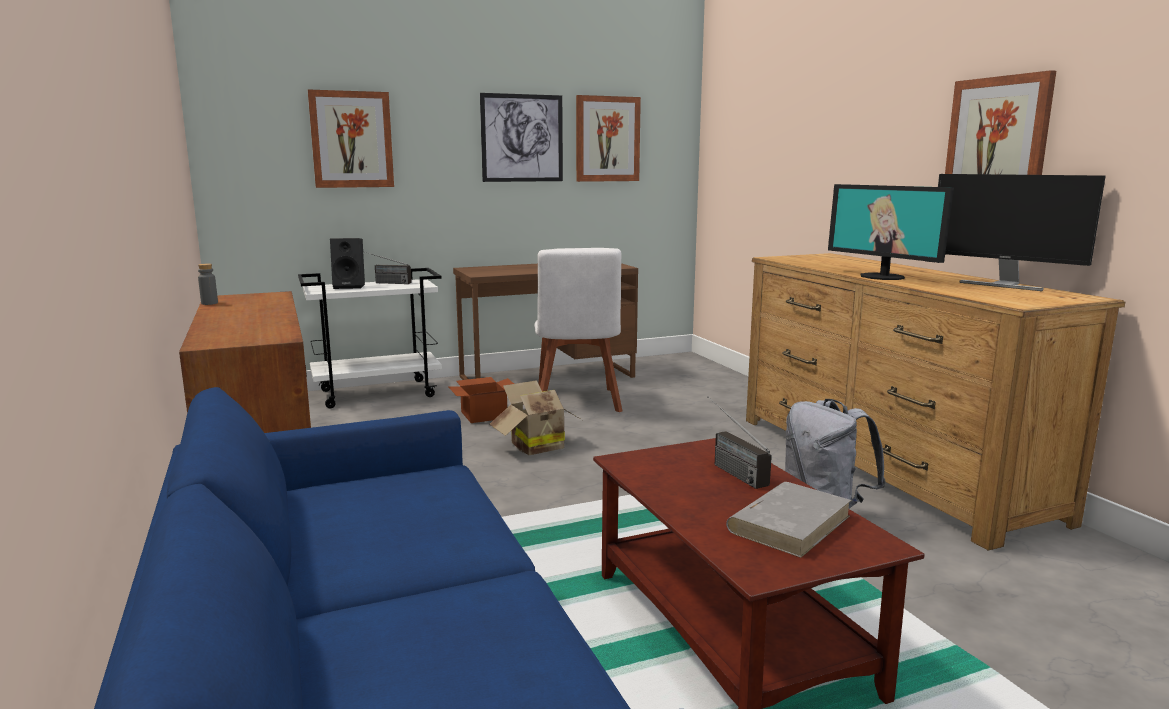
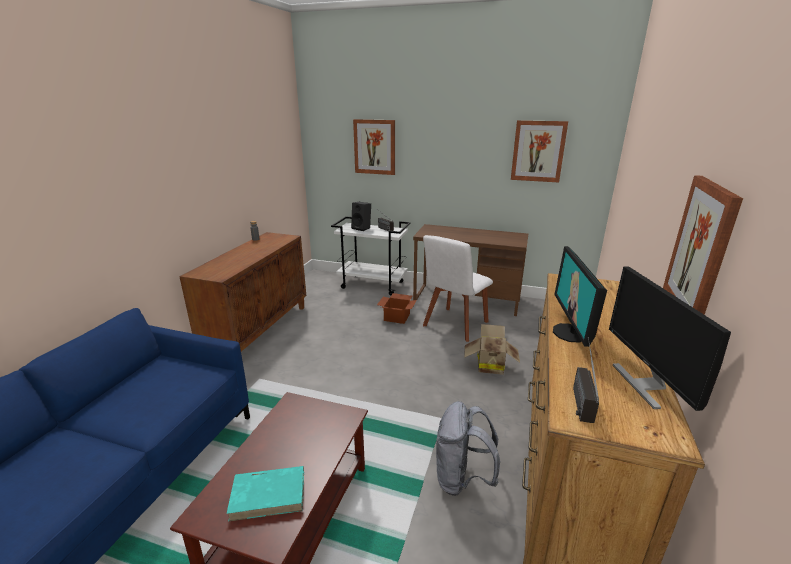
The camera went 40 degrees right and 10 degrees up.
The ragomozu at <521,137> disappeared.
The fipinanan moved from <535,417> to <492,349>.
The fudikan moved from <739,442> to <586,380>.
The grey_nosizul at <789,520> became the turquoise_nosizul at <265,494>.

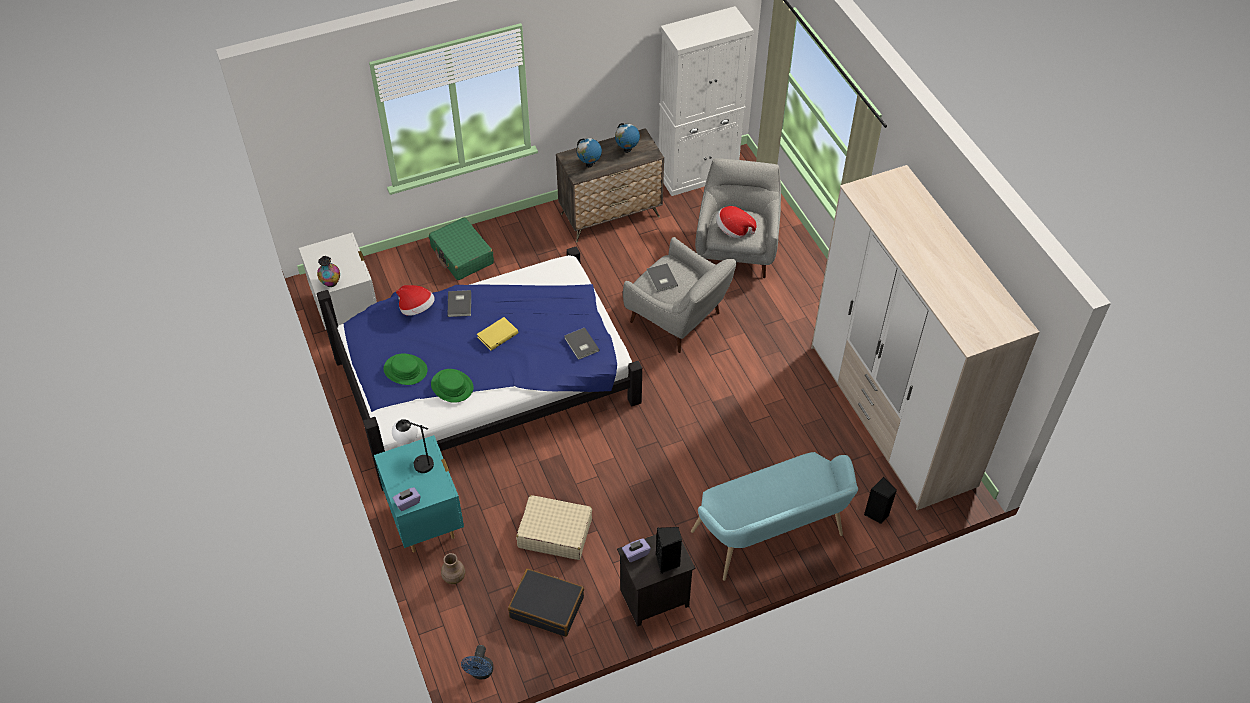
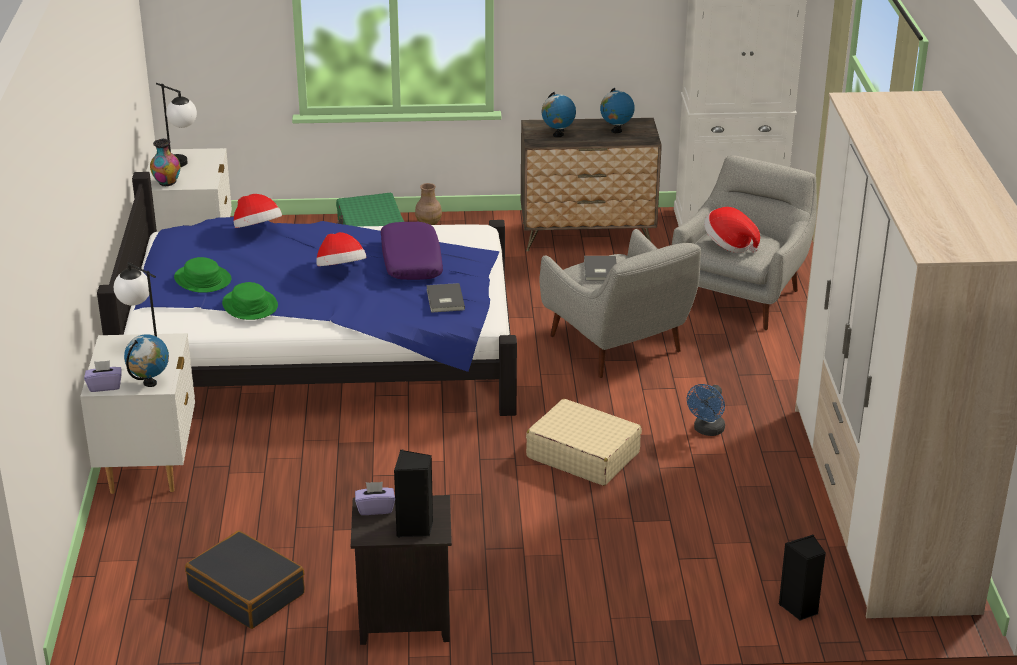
The camera went 20 degrees right and 20 degrees down.
The grey_nosizul at <459,303> disappeared.
The yellow_nosizul at <497,334> was replaced by the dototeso at <341,249>.
The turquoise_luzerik at <419,494> became the white_luzerik at <137,413>.
The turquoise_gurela at <774,516> disappeared.
The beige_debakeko moved from <554,527> to <584,442>.
The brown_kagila moved from <453,568> to <428,204>.
The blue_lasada moved from <477,662> to <706,410>.
The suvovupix at <176,125> appeared.
The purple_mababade at <412,251> appeared.
The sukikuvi at <146,360> appeared.

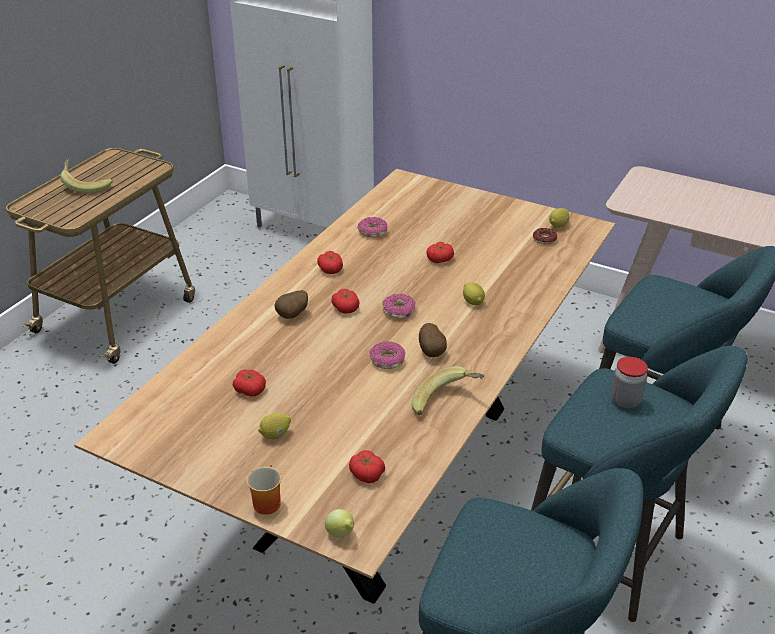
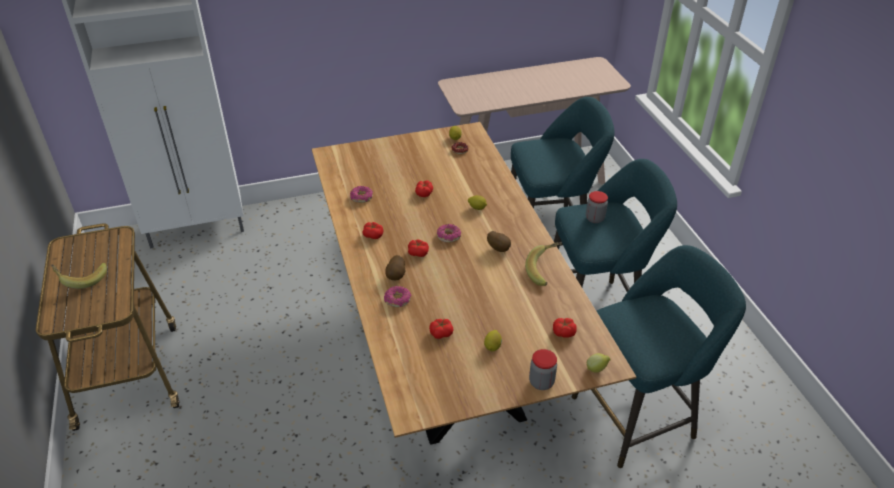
The camera went 45 degrees left and 5 degrees up.
The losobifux moved from <387,355> to <397,297>.
The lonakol at <264,489> was replaced by the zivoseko at <543,369>.

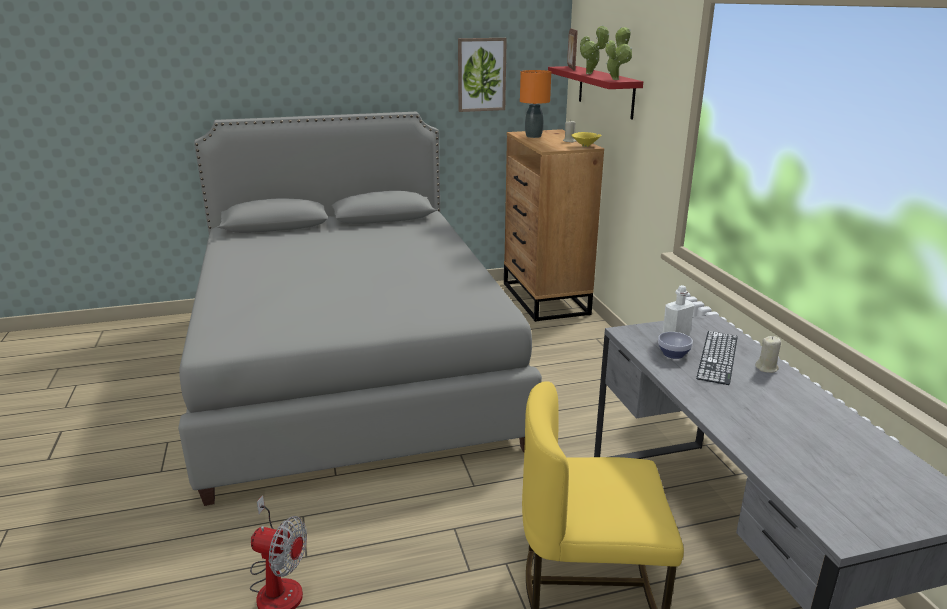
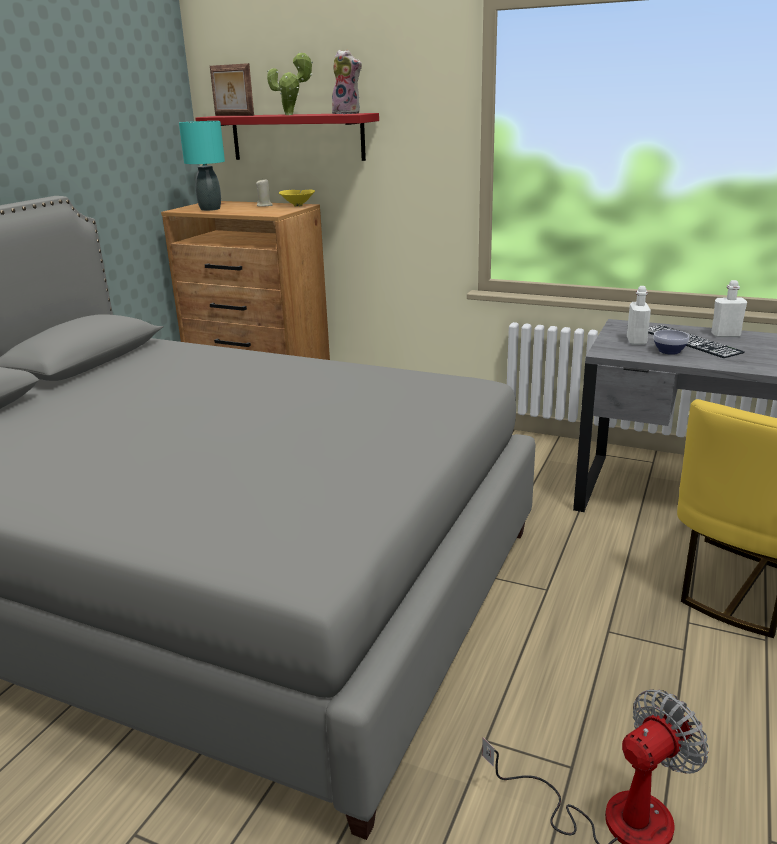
The camera went 50 degrees left and 0 degrees up.
The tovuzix at <618,53> was replaced by the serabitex at <347,82>.
The ragomozu at <482,75> disappeared.
The orange_suvovupix at <535,104> became the turquoise_suvovupix at <202,166>.
The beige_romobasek at <768,354> was replaced by the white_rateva at <729,308>.

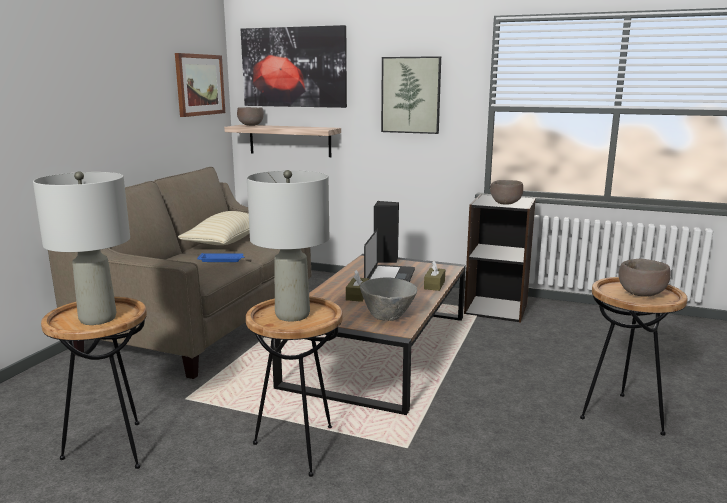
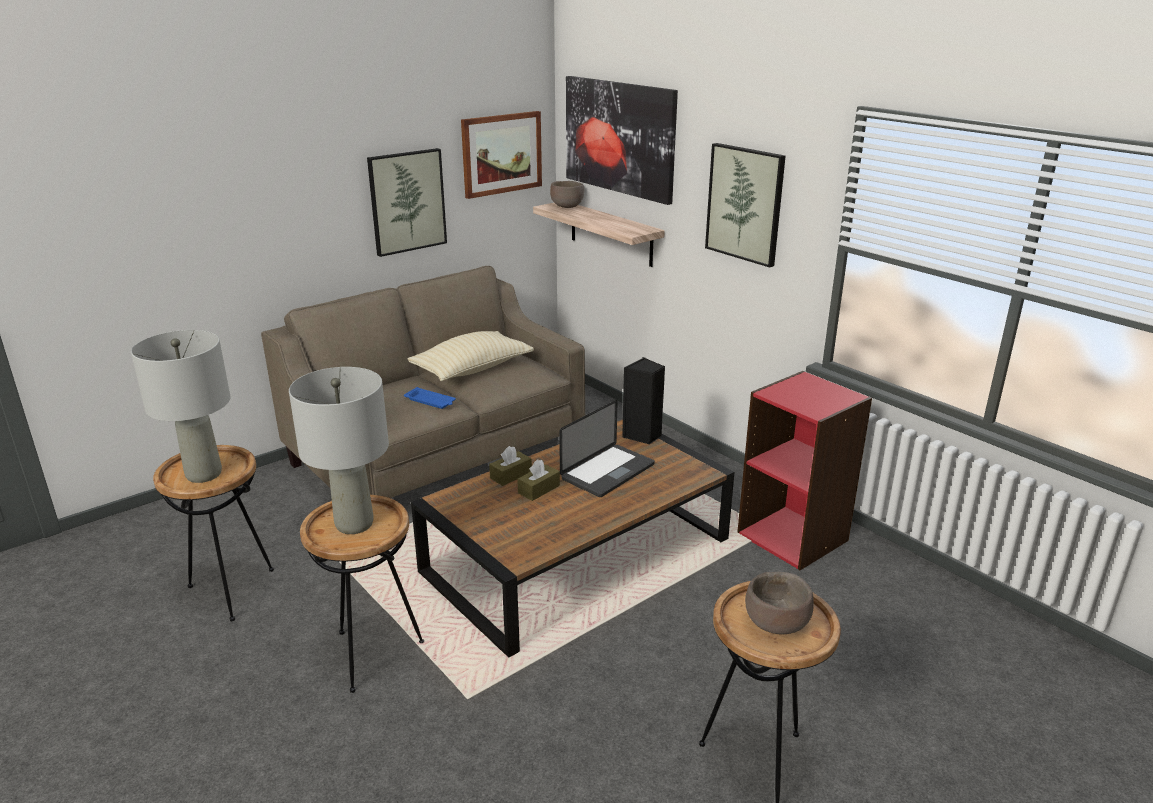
The camera went 30 degrees right and 10 degrees up.
The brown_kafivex at <506,192> disappeared.
The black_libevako at <500,258> became the red_libevako at <804,470>.
The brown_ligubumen moved from <434,276> to <510,466>.
The grey_kafivex at <388,299> disappeared.
The ragomozu at <407,202> appeared.

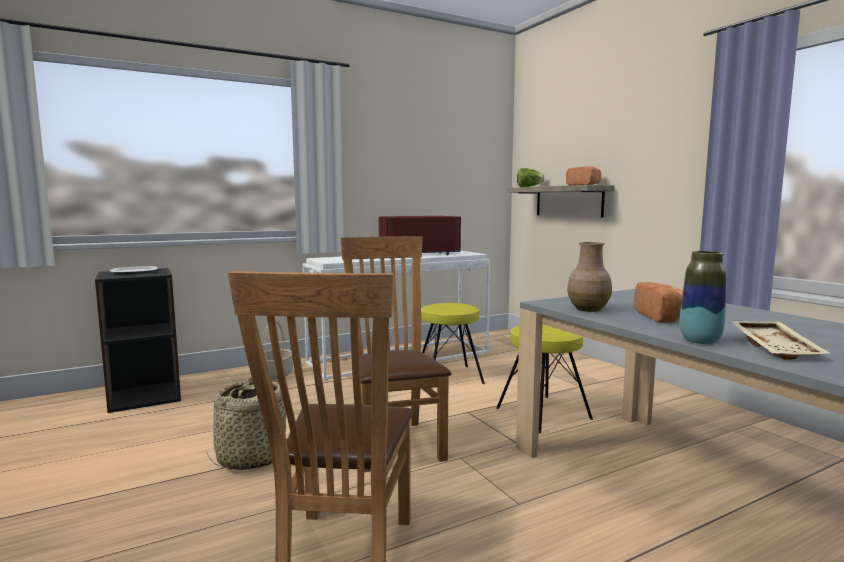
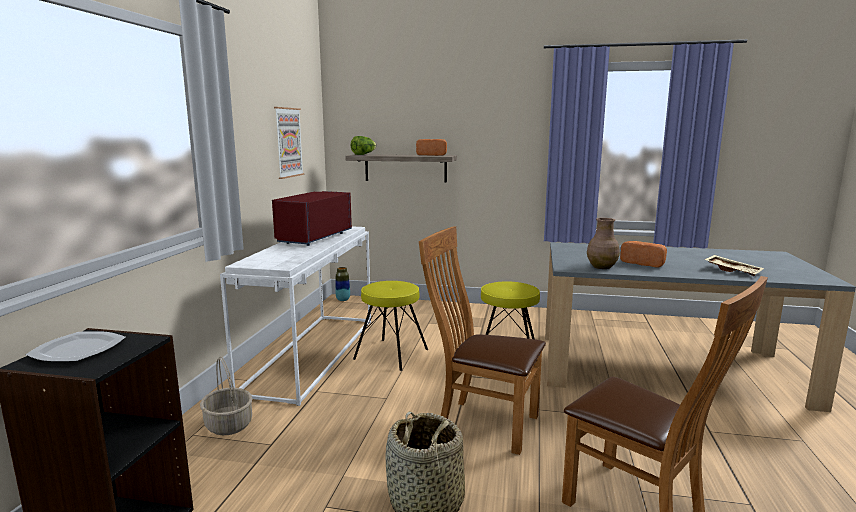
The camera went 50 degrees left and 5 degrees up.
The kagila moved from <702,297> to <342,284>.
The ragomozu at <289,143> appeared.

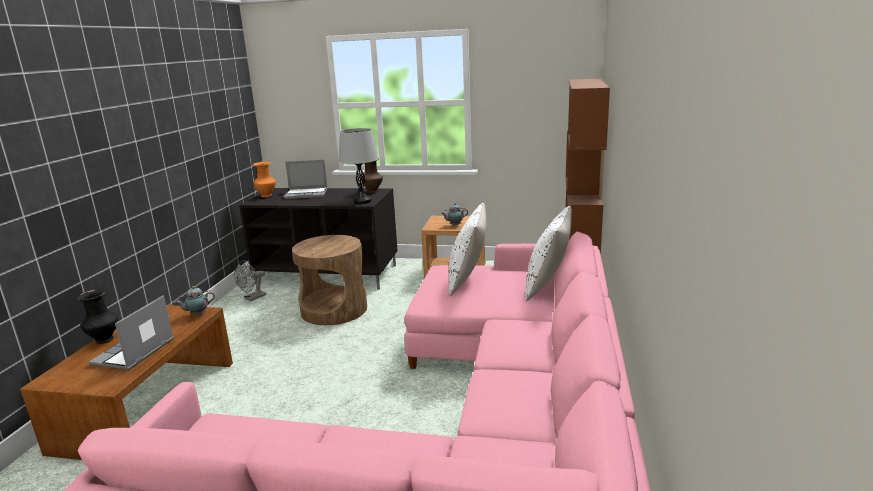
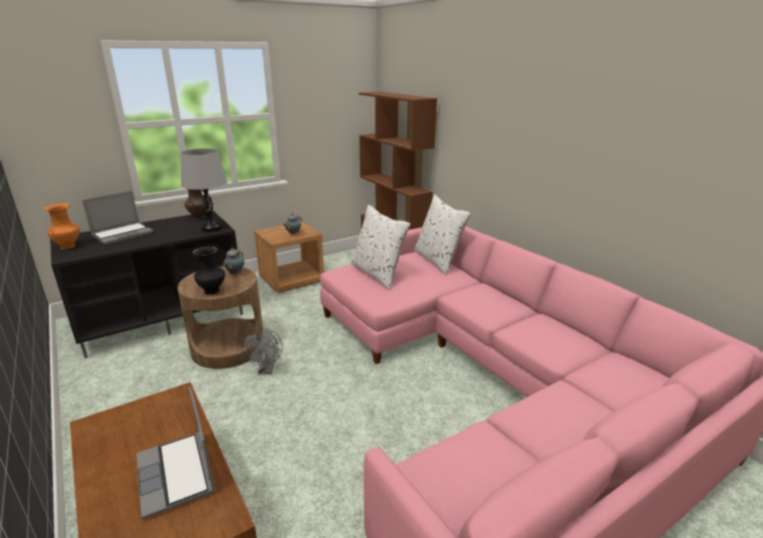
The camera went 45 degrees left and 5 degrees up.
The grey_lasada moved from <250,280> to <262,351>.
The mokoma moved from <194,301> to <233,261>.
The black_kagila moved from <97,316> to <209,270>.

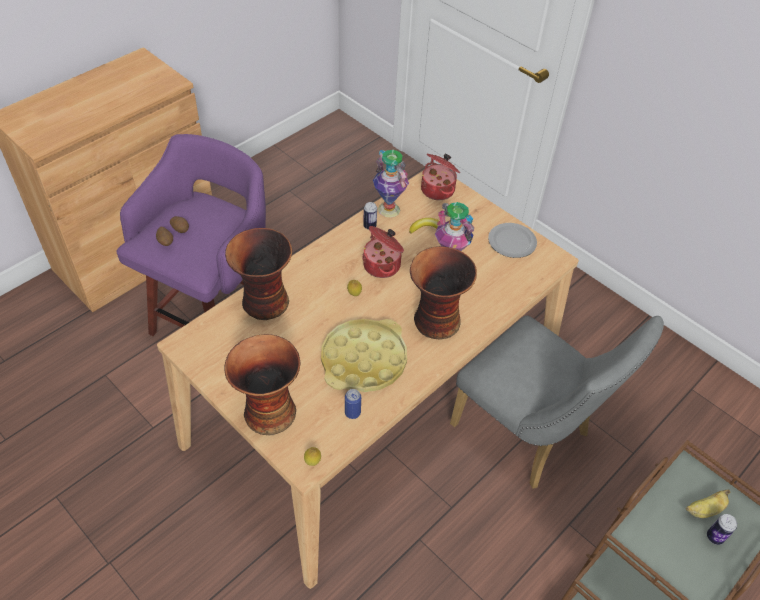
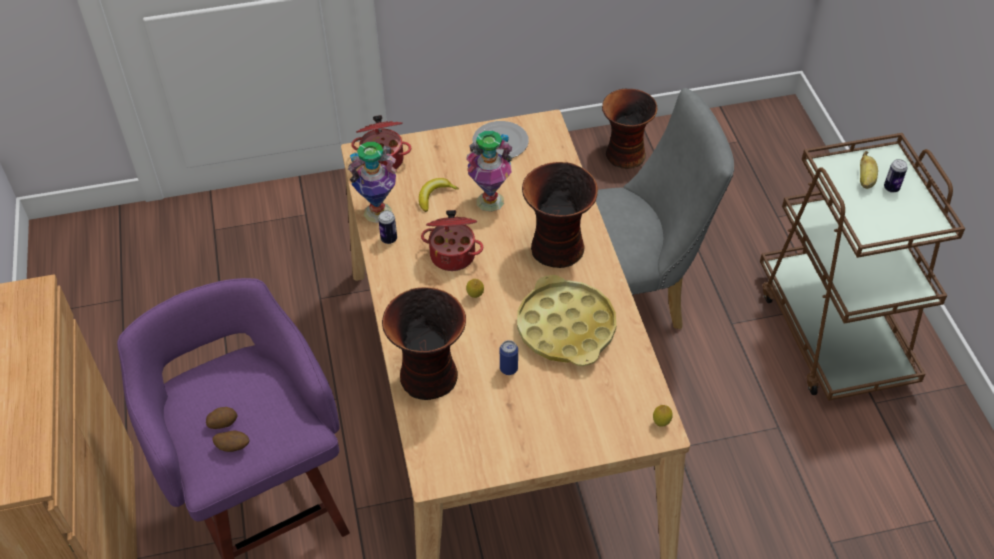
The camera went 55 degrees left and 0 degrees up.
The kagila moved from <262,384> to <629,129>.
The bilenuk moved from <353,404> to <509,357>.

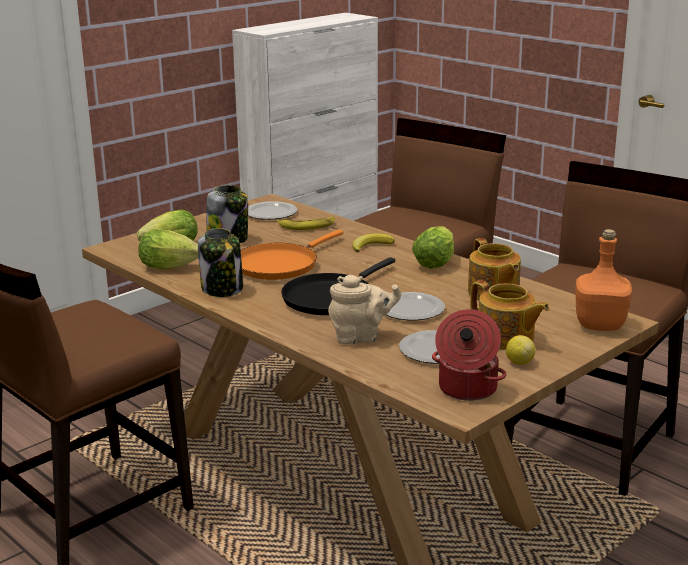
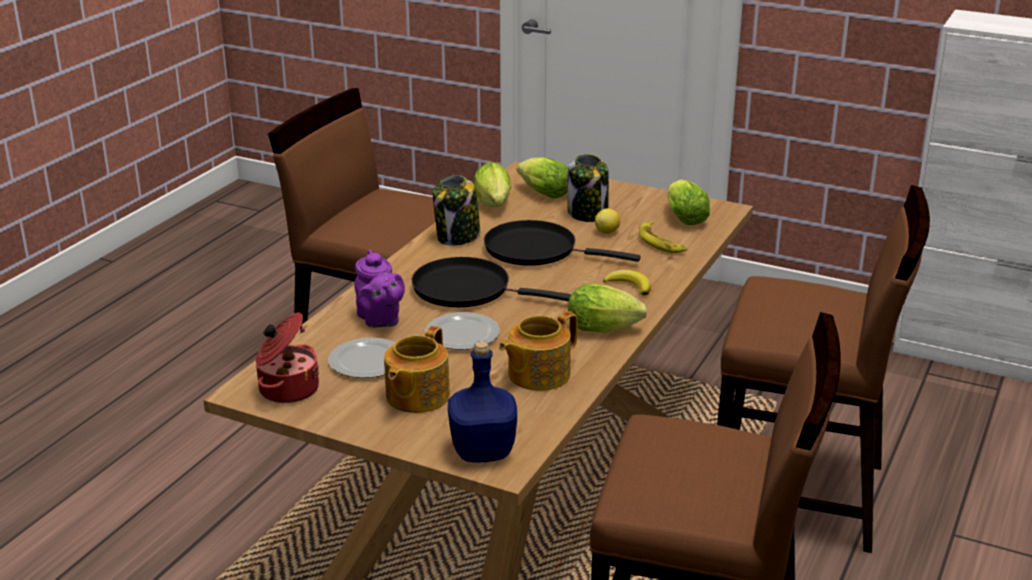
The camera went 70 degrees right and 5 degrees up.
The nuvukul at <272,210> was replaced by the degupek at <688,202>.
The orange_rateva at <604,280> became the blue_rateva at <482,401>.
The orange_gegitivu at <292,255> became the black_gegitivu at <562,243>.
The beige_mokoma at <364,310> became the purple_mokoma at <379,289>.
The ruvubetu moved from <520,350> to <607,221>.

